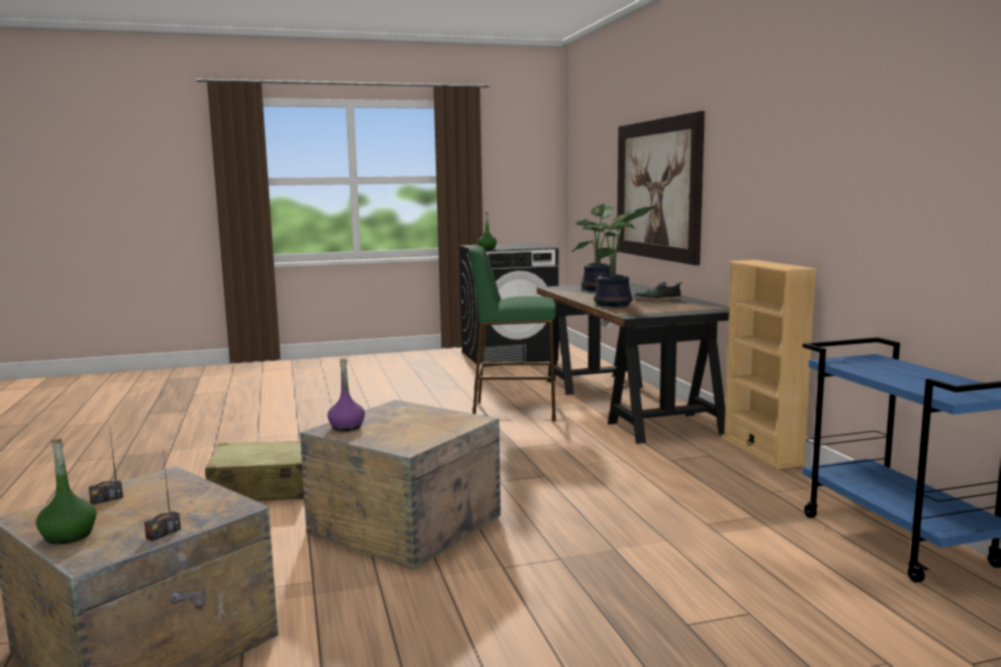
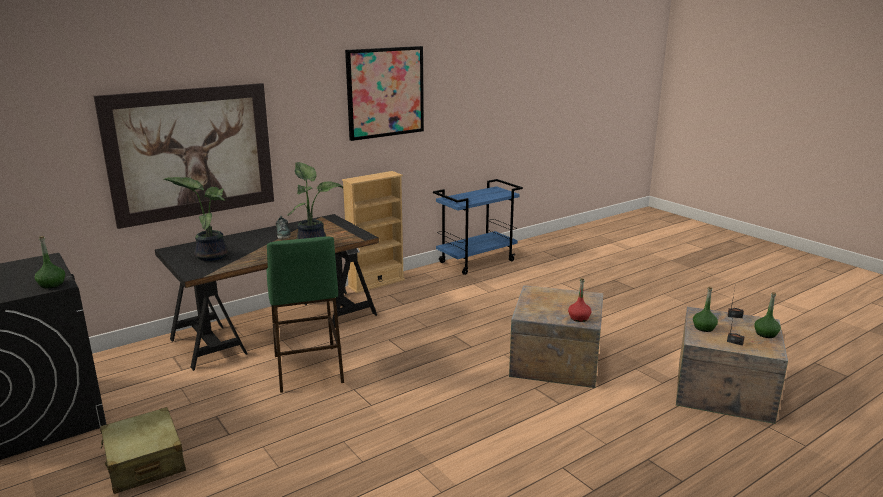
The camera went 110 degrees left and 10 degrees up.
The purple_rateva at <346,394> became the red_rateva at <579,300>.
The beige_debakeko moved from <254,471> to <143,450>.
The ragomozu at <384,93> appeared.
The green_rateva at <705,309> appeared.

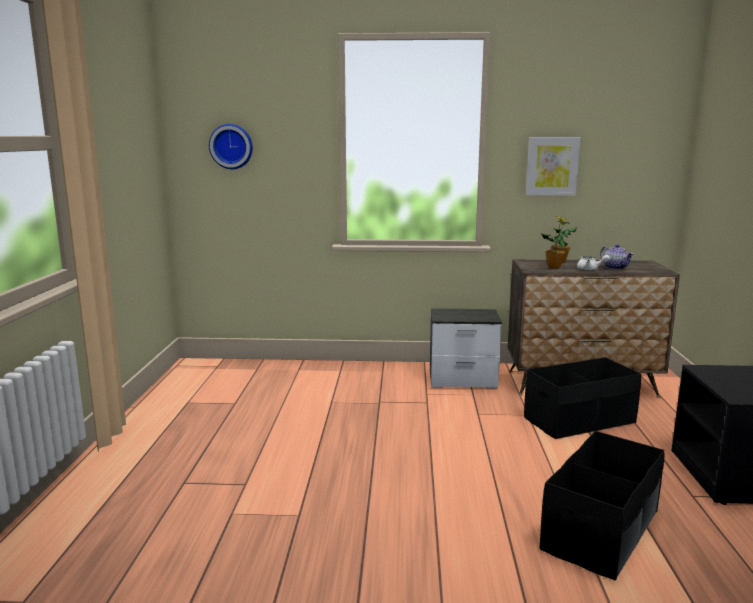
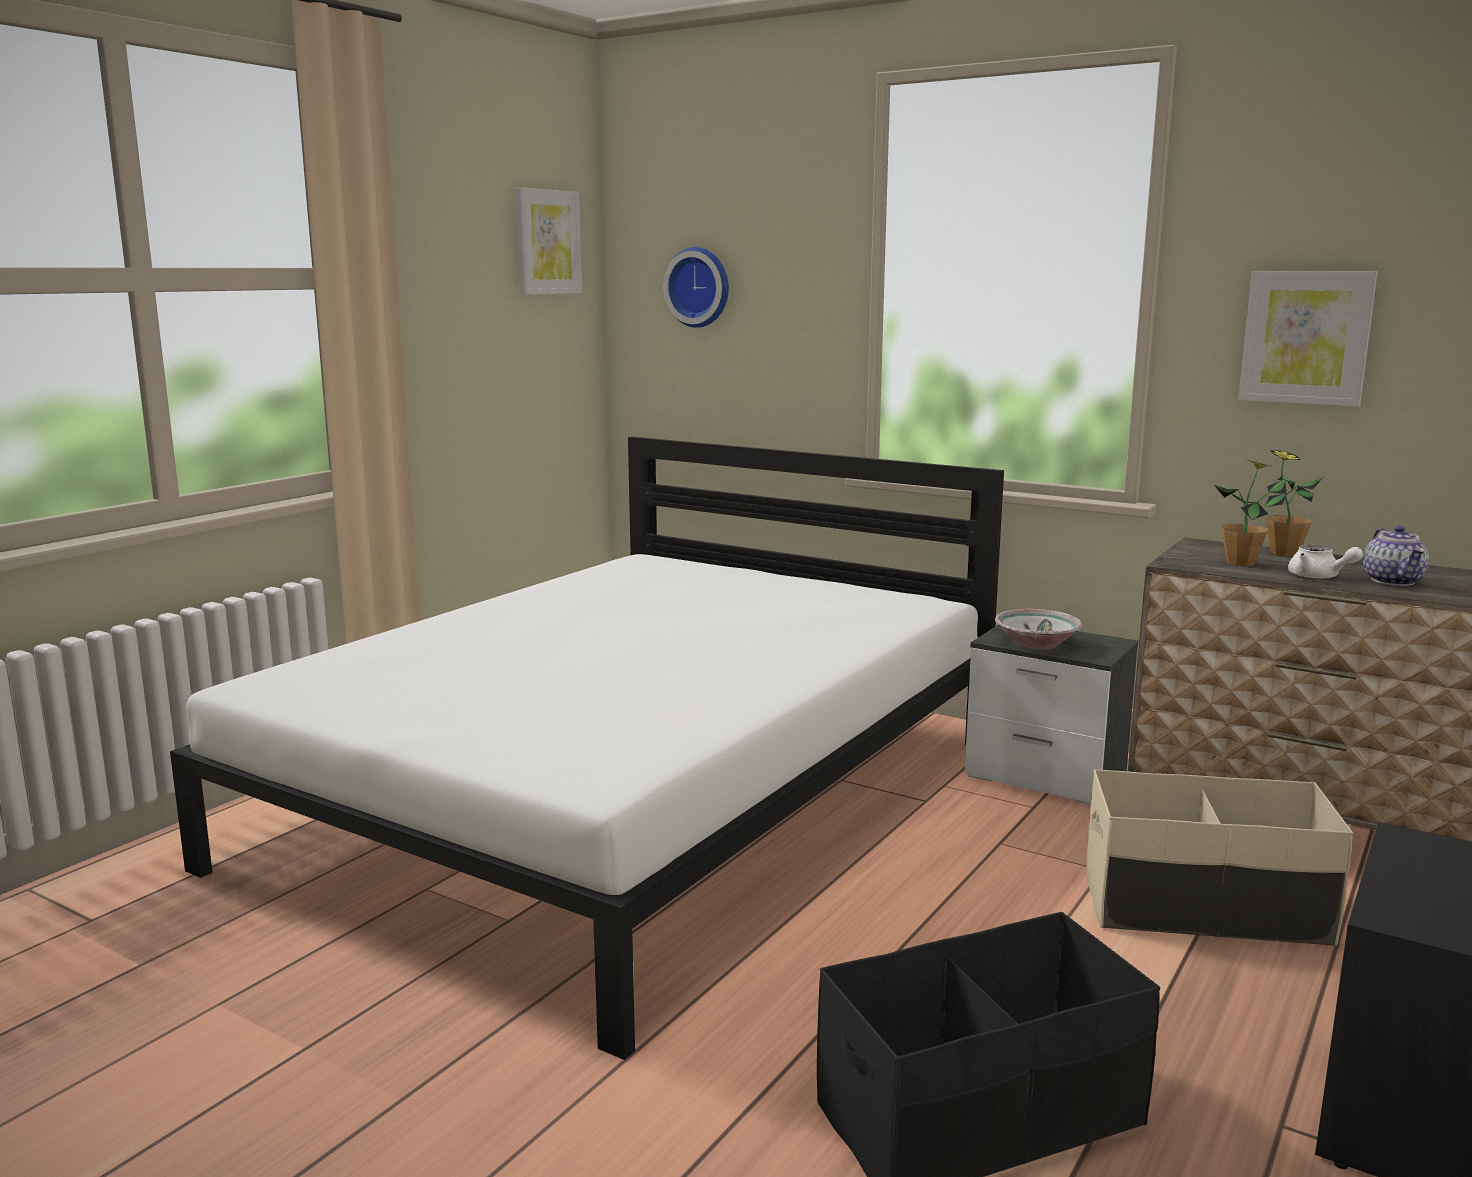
The camera went 30 degrees right and 0 degrees up.
The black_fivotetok at <583,398> became the beige_fivotetok at <1219,857>.
The ragomozu at <548,241> appeared.
The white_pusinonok at <587,748> appeared.
The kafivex at <1039,629> appeared.

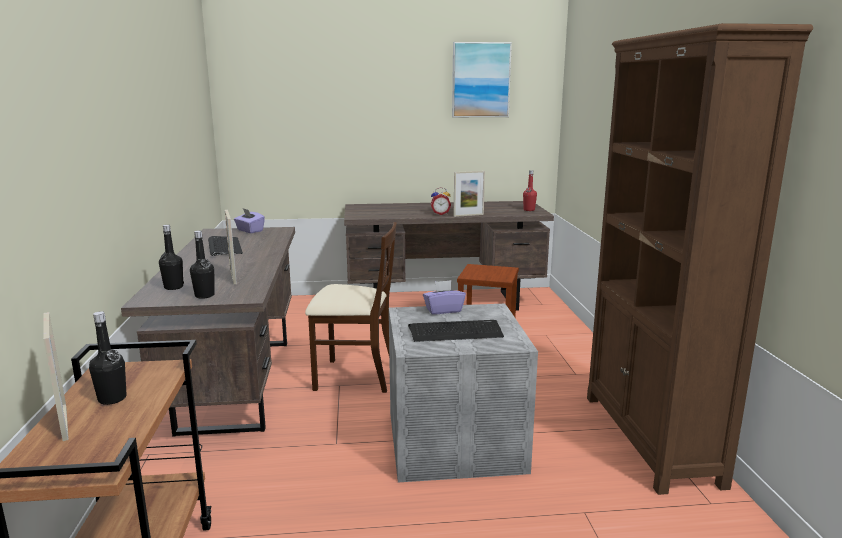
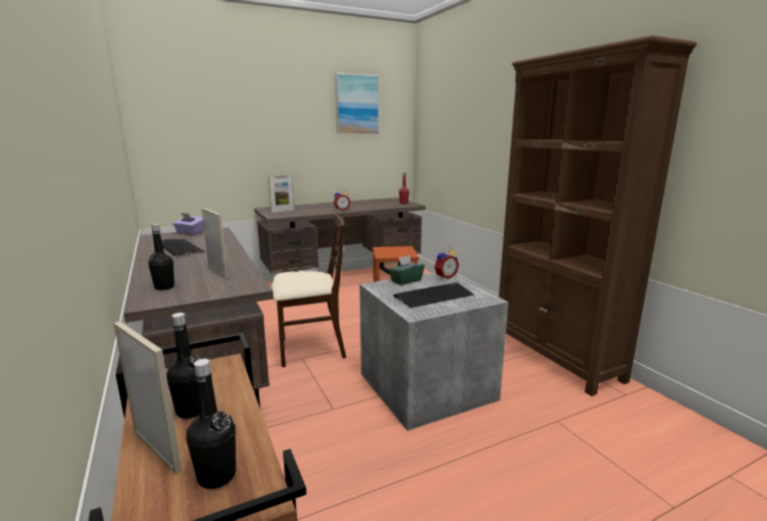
The camera went 20 degrees left and 0 degrees up.
The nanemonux moved from <469,194> to <281,194>.
The black_rateva moved from <202,265> to <211,424>.
The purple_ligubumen at <444,297> became the green_ligubumen at <406,270>.
The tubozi at <446,262> appeared.

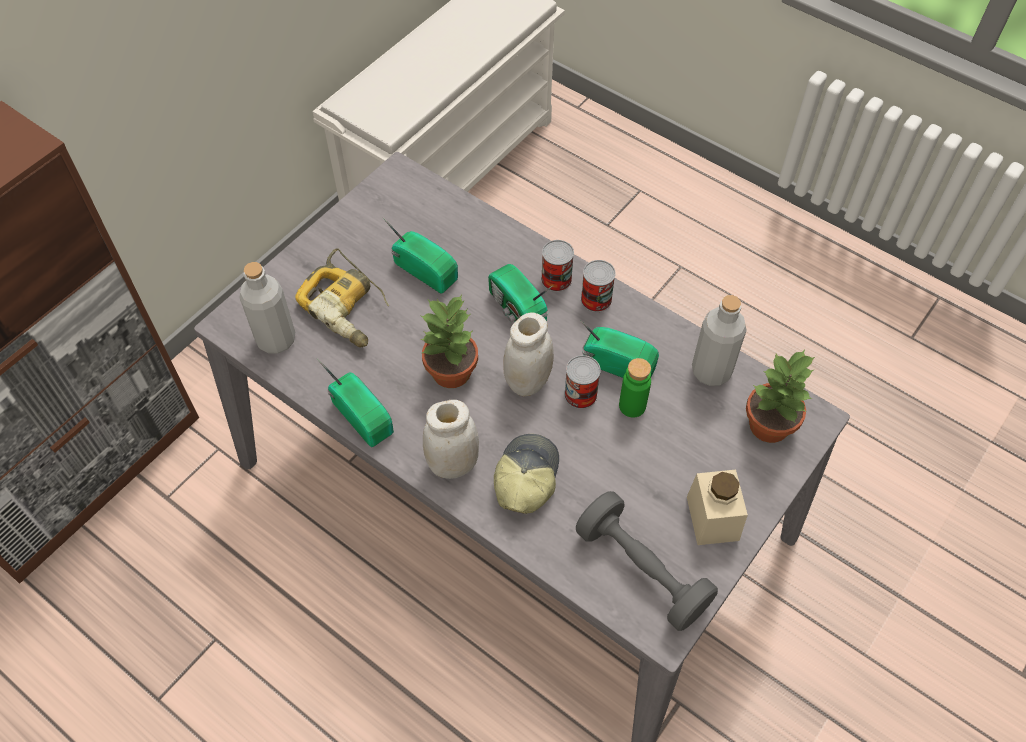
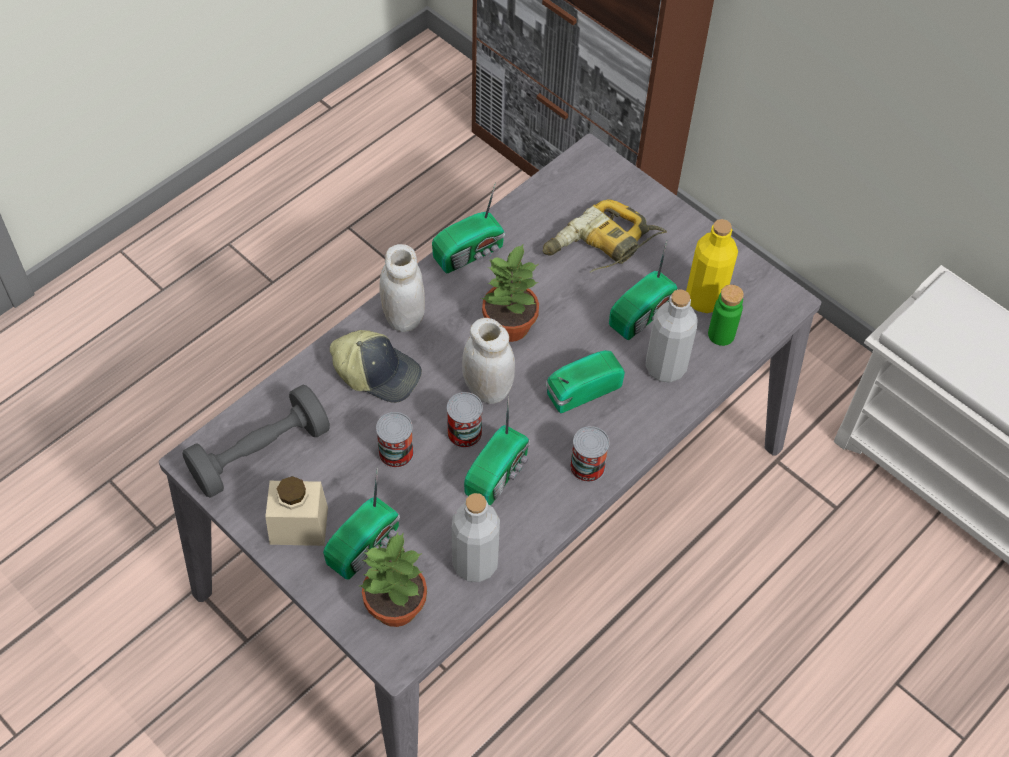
The camera went 95 degrees right and 0 degrees up.
The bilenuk moved from <557,266> to <395,440>.
The grey_rateva moved from <267,308> to <671,336>.
The green_rateva moved from <635,388> to <726,315>.
The yellow_rateva at <712,266> appeared.
The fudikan at <361,524> appeared.

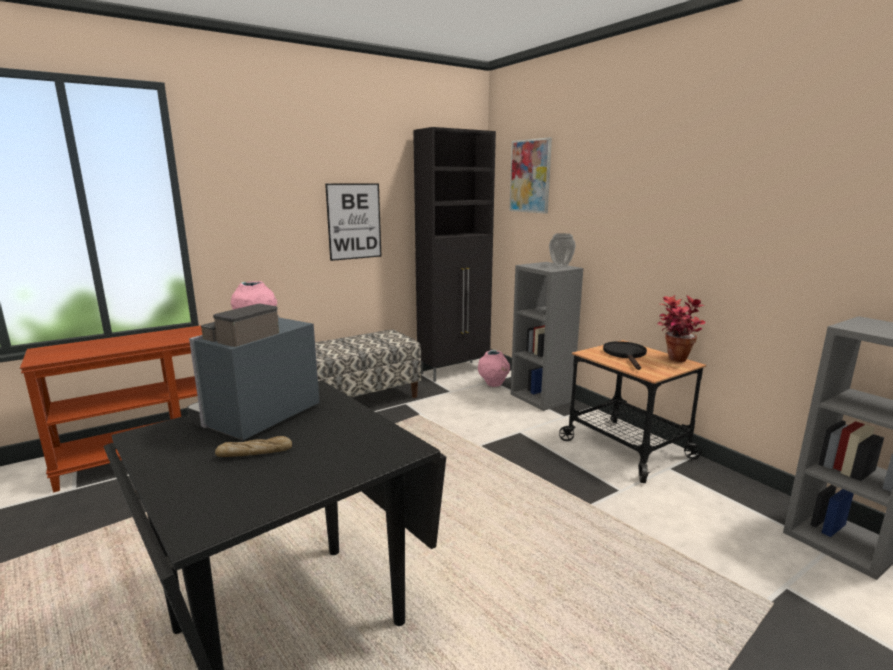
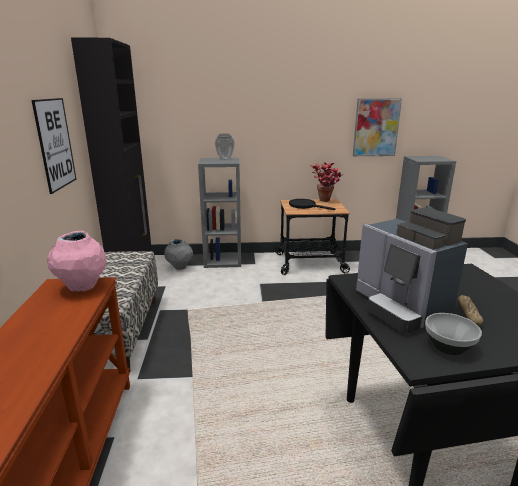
The camera went 60 degrees left and 5 degrees up.
The ragomozu moved from <530,175> to <377,127>.
The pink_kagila at <494,368> became the grey_kagila at <178,254>.
The kafivex at <453,334> appeared.

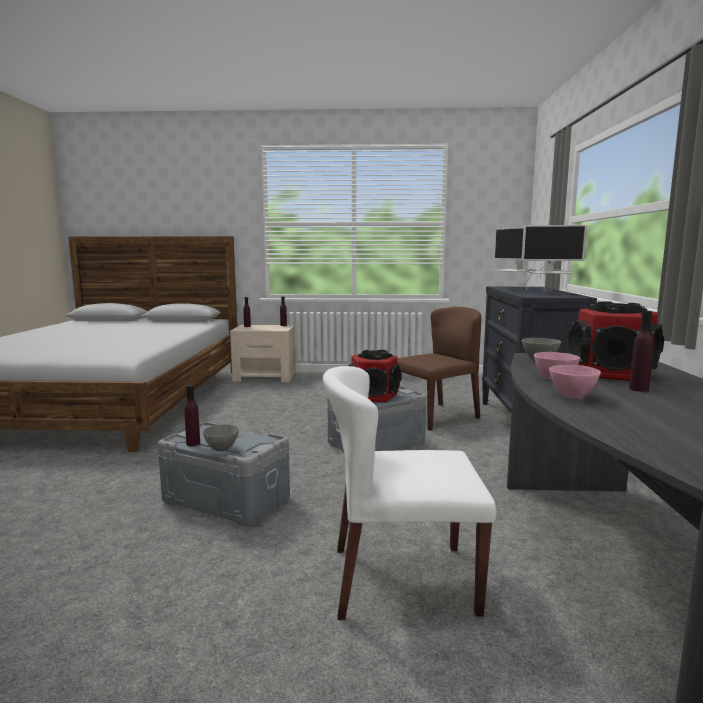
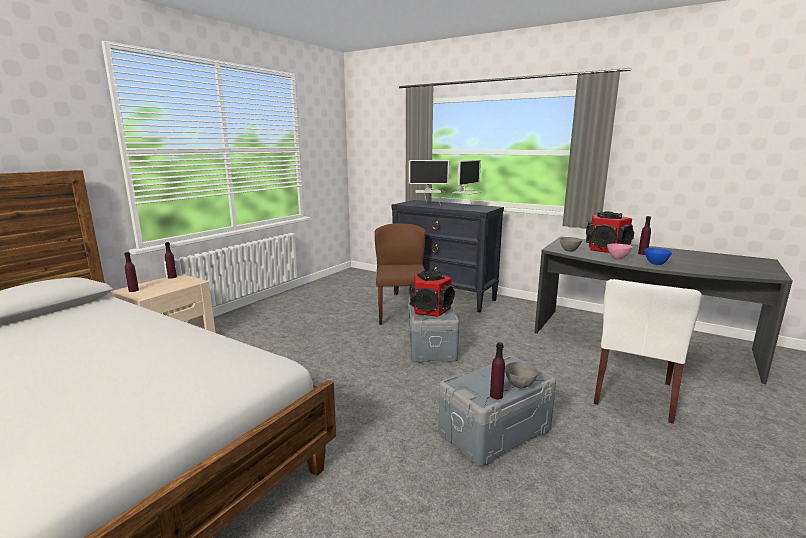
The camera went 60 degrees left and 5 degrees up.
The pink_kafivex at <575,382> became the blue_kafivex at <658,256>.

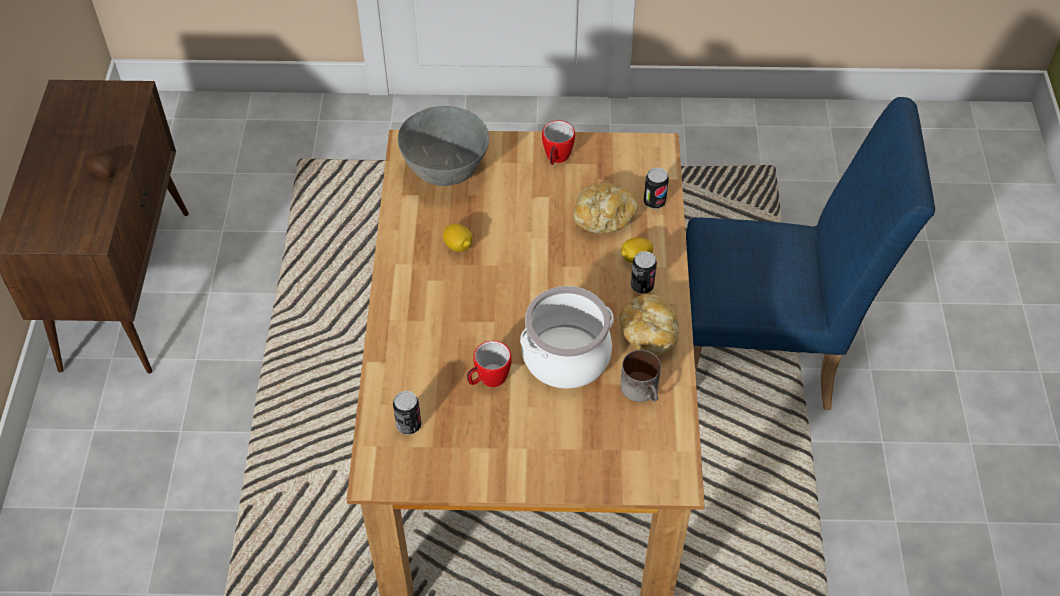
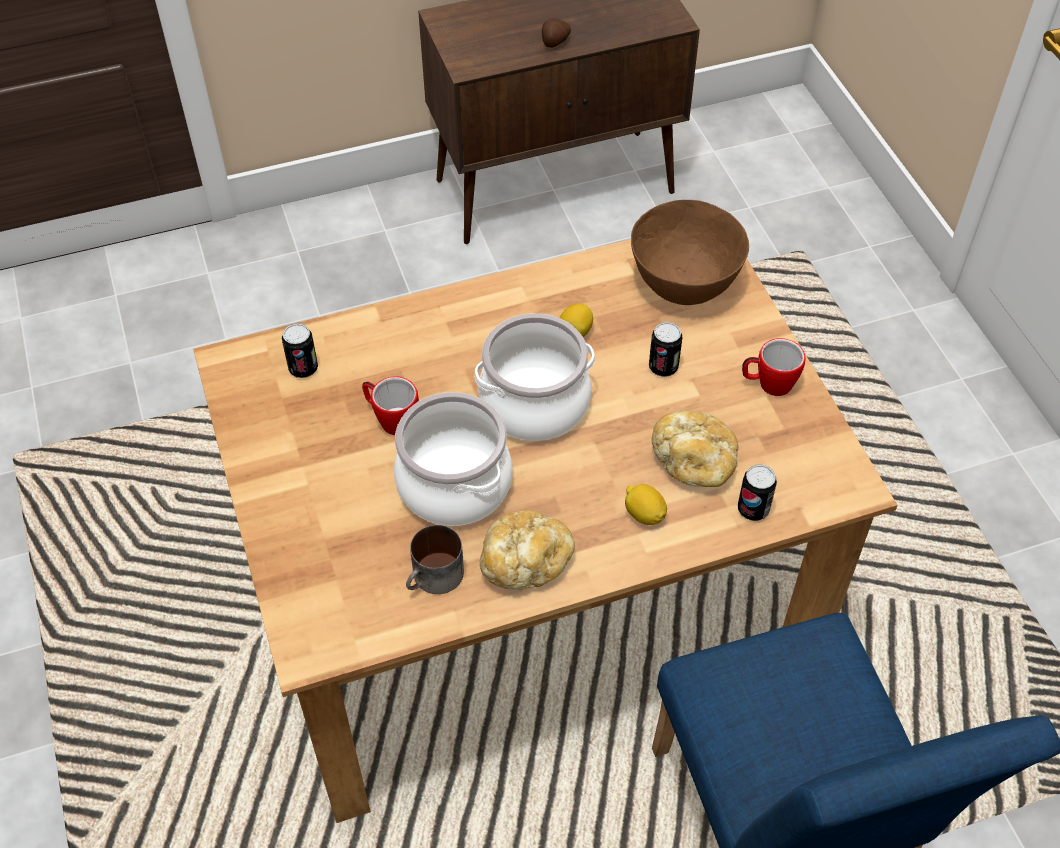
The camera went 70 degrees right and 0 degrees up.
The grey_kafivex at <443,146> became the brown_kafivex at <690,252>.
The bilenuk moved from <644,272> to <666,349>.
The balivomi at <534,377> appeared.

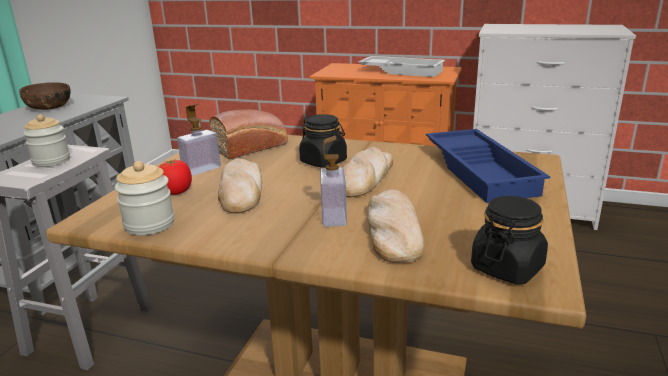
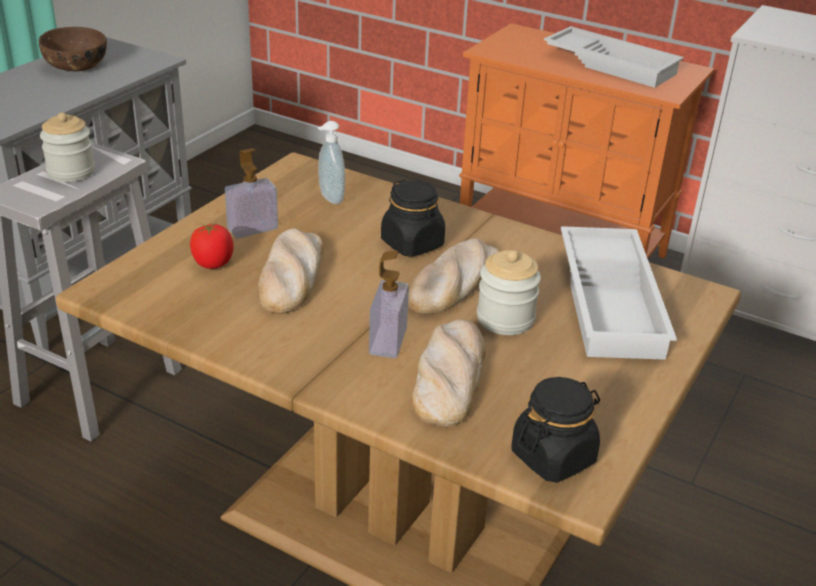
The camera went 10 degrees right and 10 degrees up.
The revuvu at <248,134> was replaced by the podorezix at <331,162>.
The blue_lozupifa at <488,166> became the white_lozupifa at <619,293>.
The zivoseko moved from <144,198> to <509,292>.

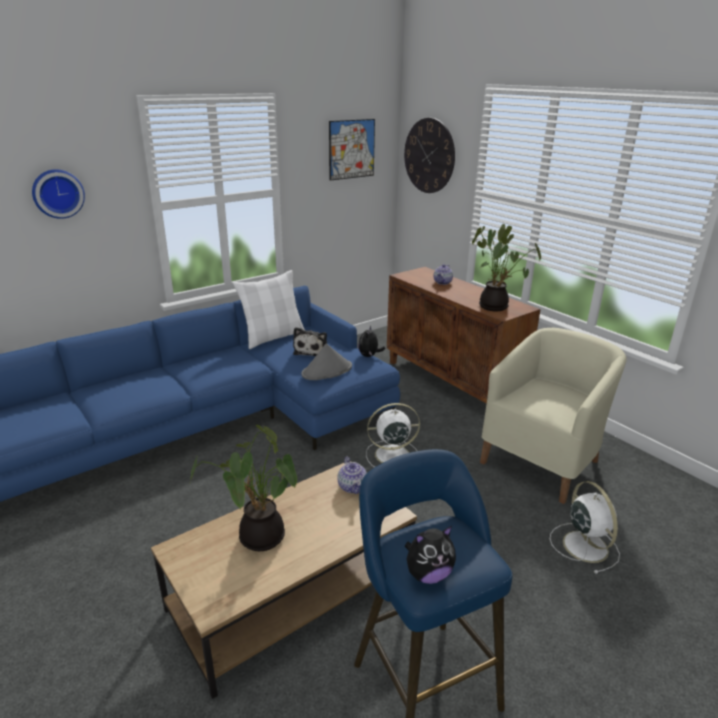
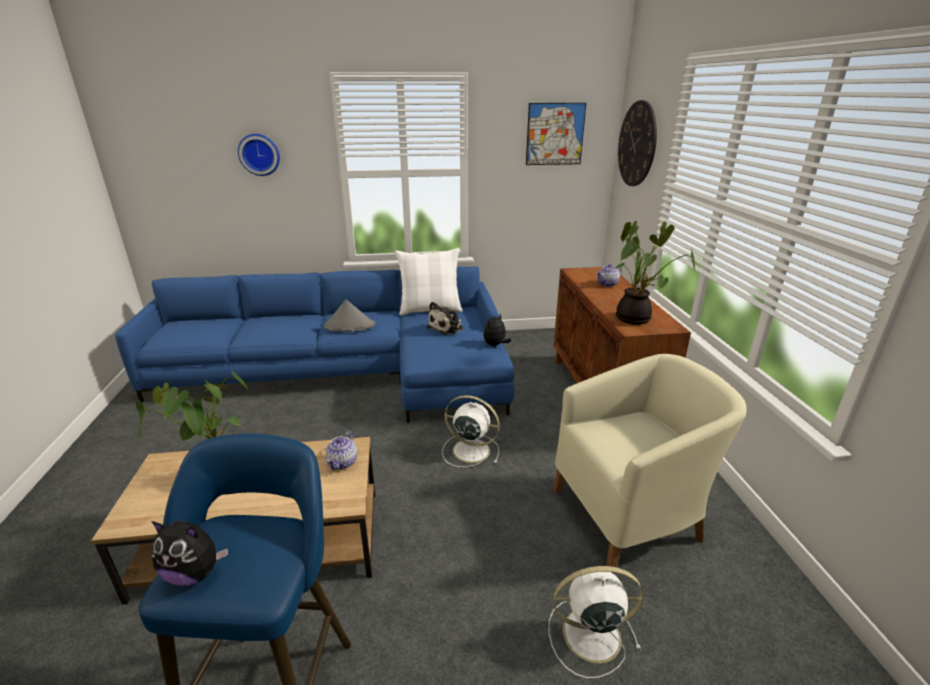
The camera went 30 degrees right and 0 degrees up.
The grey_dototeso moved from <326,362> to <350,316>.
The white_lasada at <585,527> turned 105 degrees counterclockwise.

